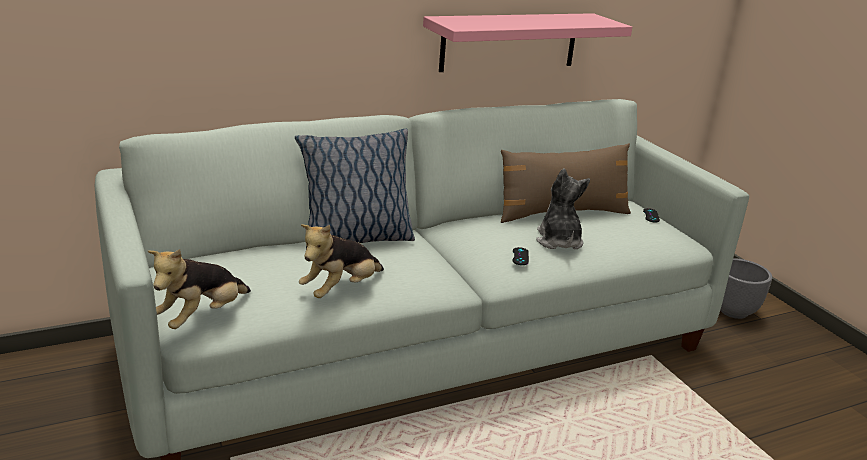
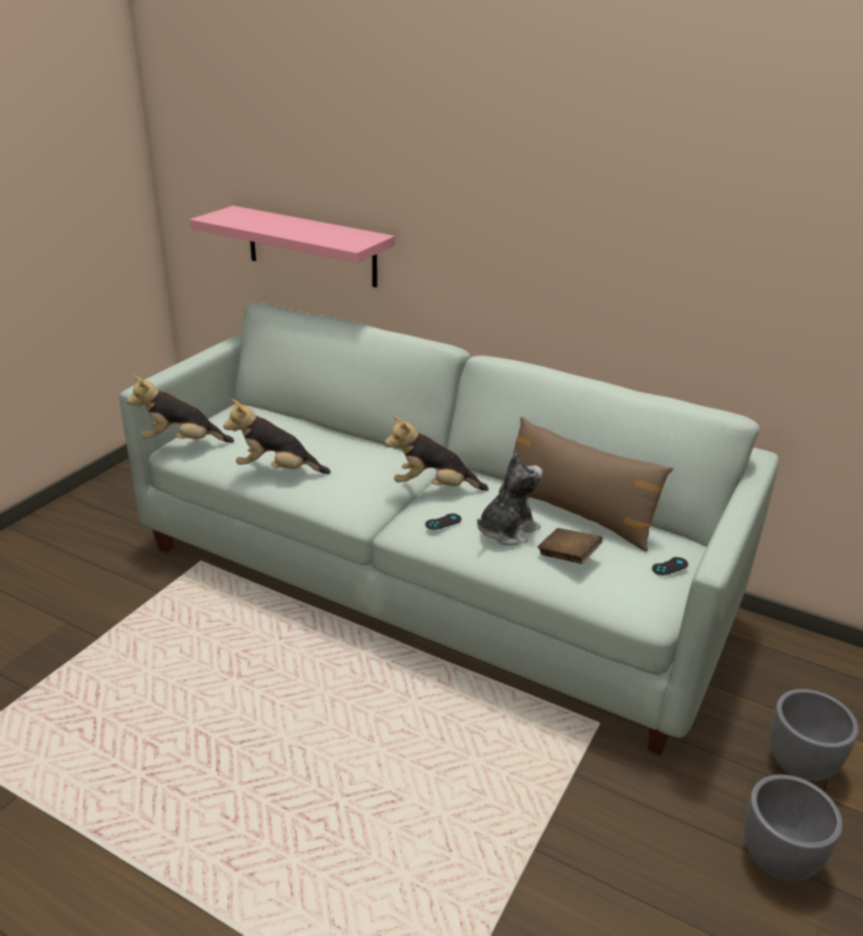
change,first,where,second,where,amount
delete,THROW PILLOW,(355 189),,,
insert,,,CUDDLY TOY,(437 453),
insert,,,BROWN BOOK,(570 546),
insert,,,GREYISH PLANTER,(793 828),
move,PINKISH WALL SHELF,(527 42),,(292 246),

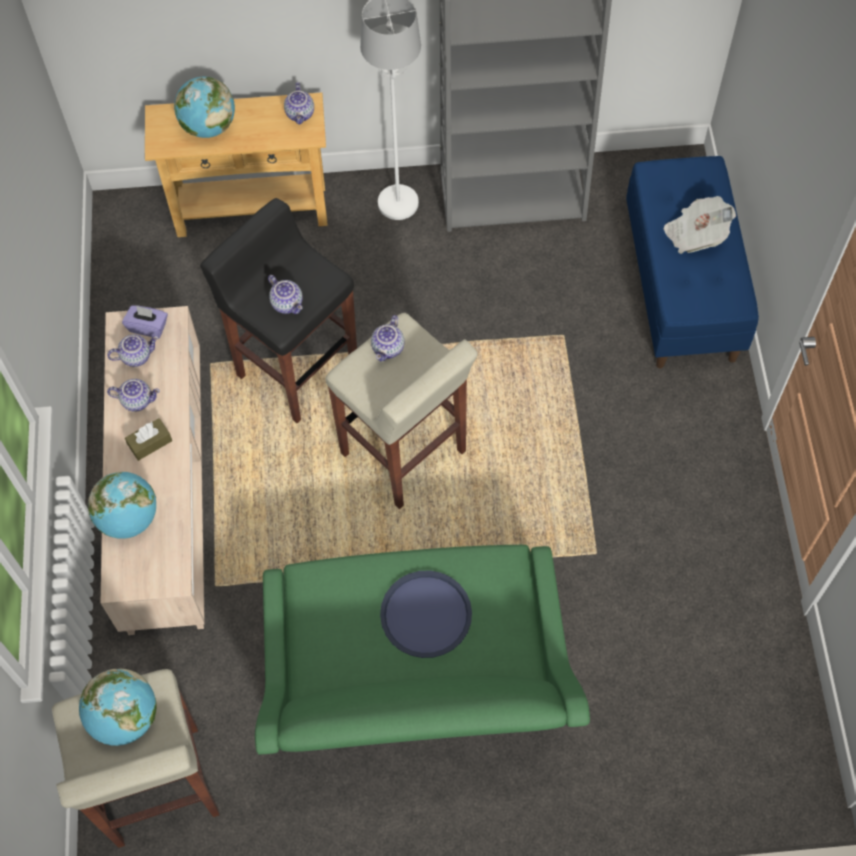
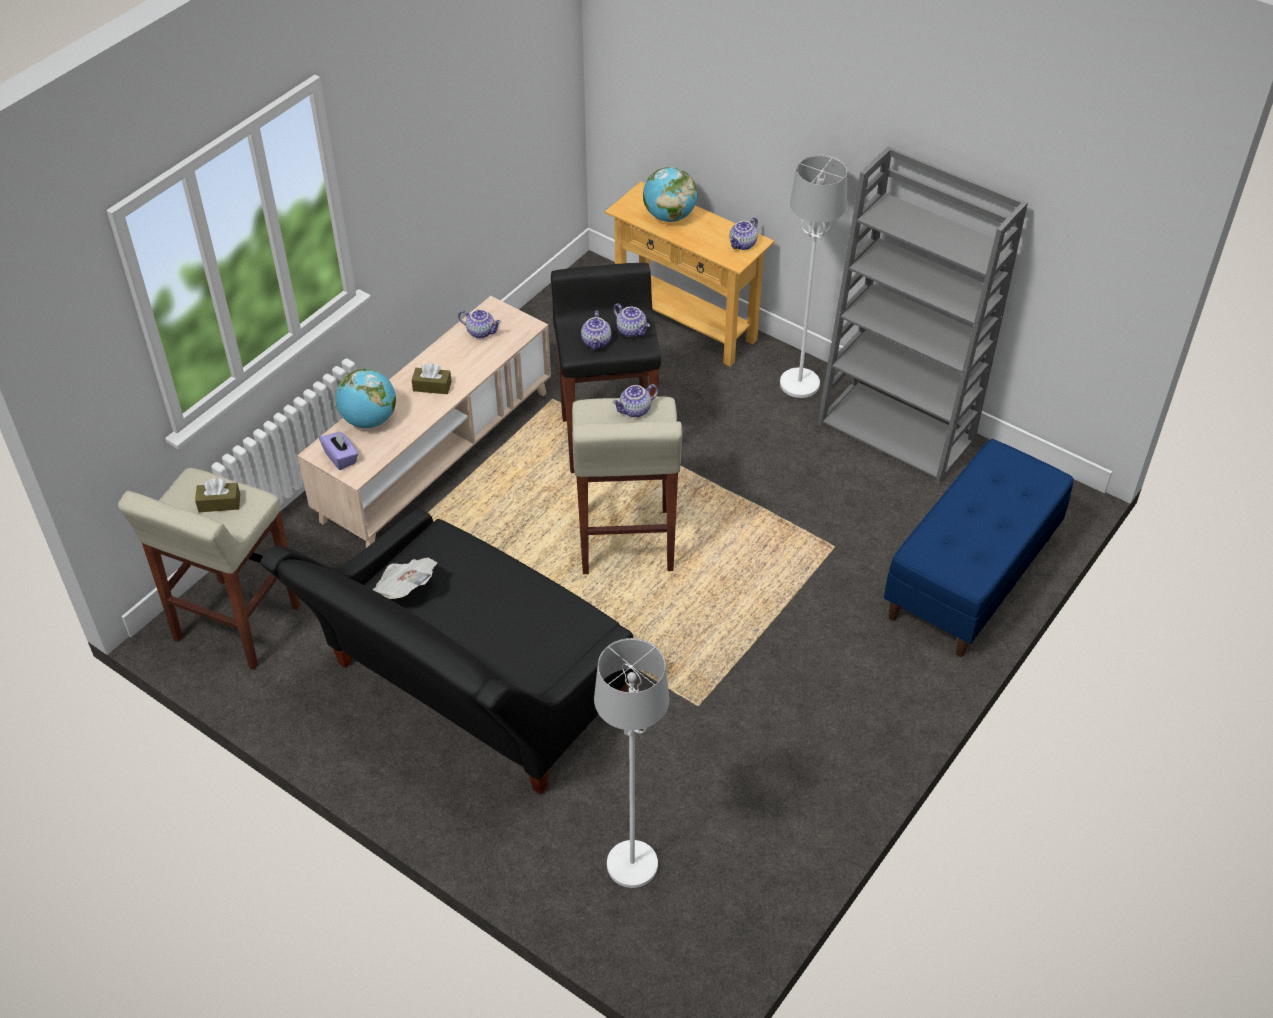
change,first,where,second,where,amount
delete,BLUISH CARRYING TRAY,(426 614),,,
insert,,,WHITE-COLOURED FLOOR LAMP,(631 763),
move,POT FOR TEA,(133 395),,(631 320),
move,PURPLISH TISSUE HOLDER,(145 321),,(338 450),
move,NEWSPAPER,(700 225),,(404 578),
replace,WORLD GLOBE,(118 707),BROWN TISSUE HOLDER,(217 495),
recolor,GREEN-COLOURED COUCH,(422 650),BLACK COUCH,(446 652),

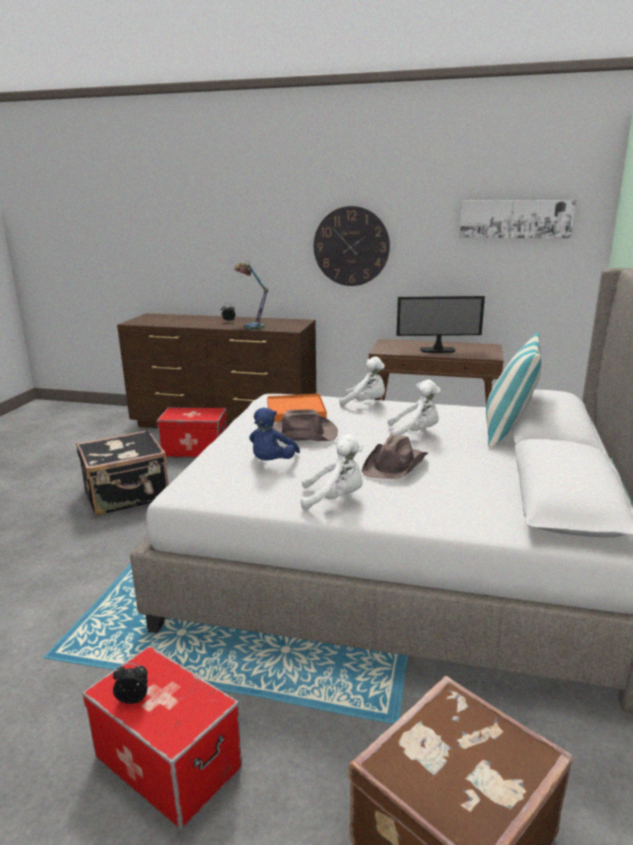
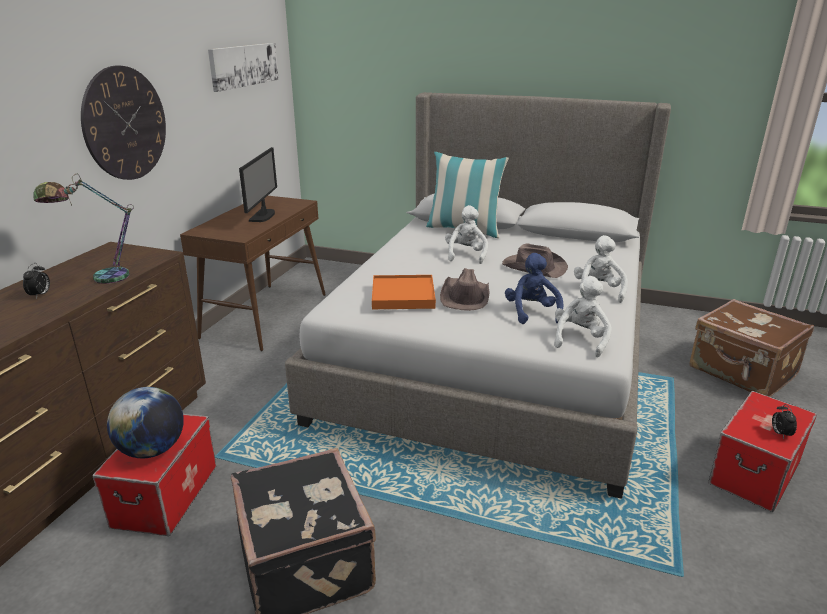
change,first,where,second,where,amount
insert,,,WORLD GLOBE,(145 422),
move,WHITE-COLOURED CUDDLY TOY,(362 381),,(583 316),
rotate,BLUISH CUDDLY TOY,(274 433),,(534 288),120 degrees counterclockwise

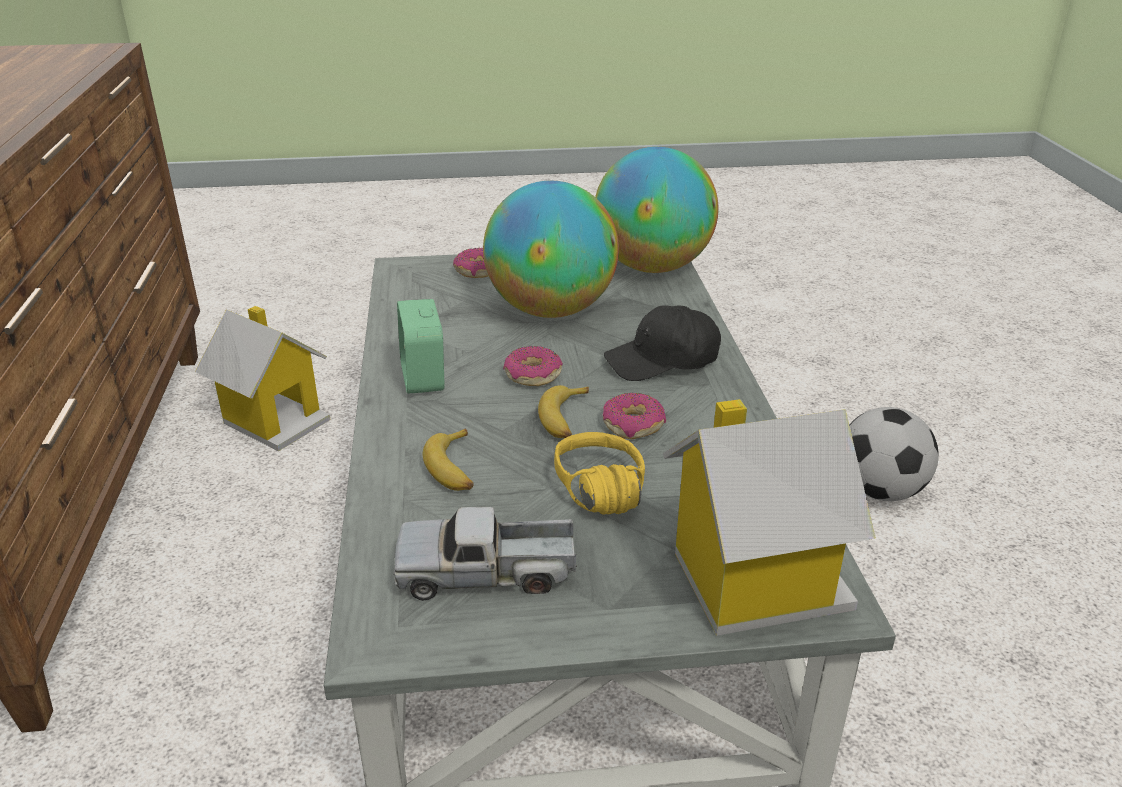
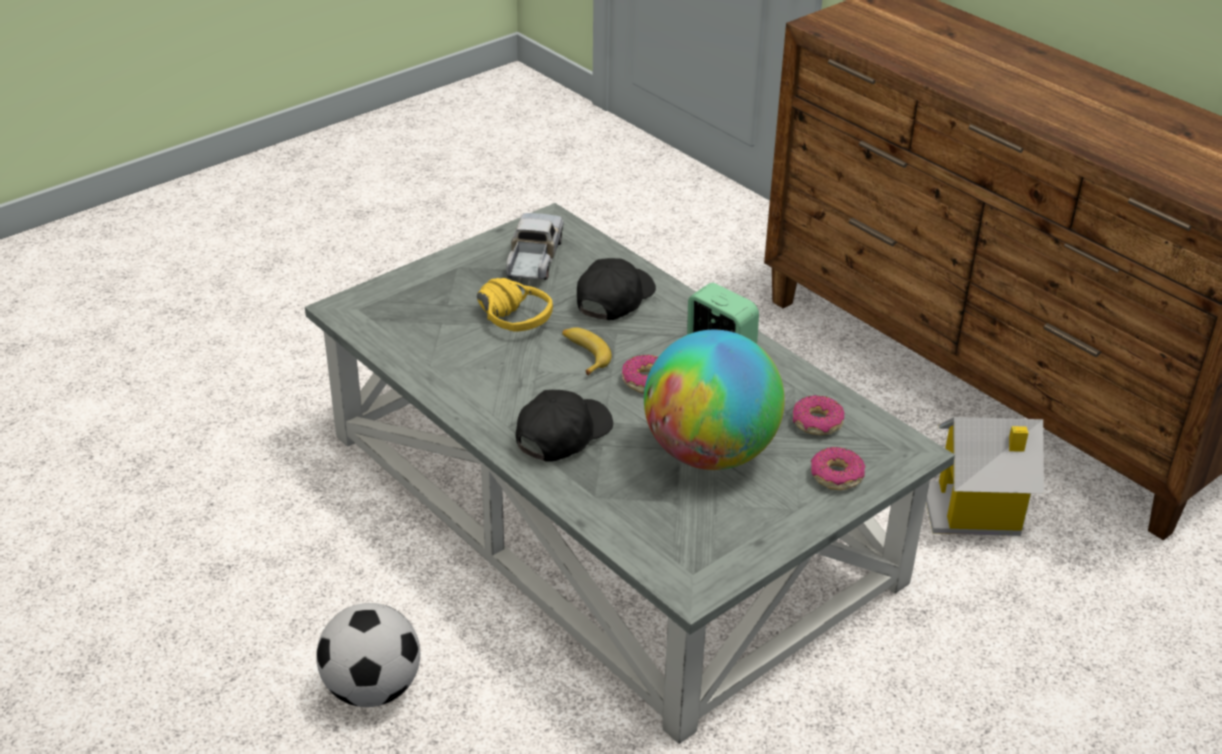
change,first,where,second,where,amount
delete,WORLD GLOBE,(656 210),,,
delete,MINIATURE HOUSE,(769 517),,,
move,RING DOUGHNUT,(634 416),,(818 415),
replace,BANANA FRUIT,(448 459),BLACK PEAKED CAP,(616 289),
rotate,MODEL TRUCK,(485 554),,(535 248),45 degrees counterclockwise

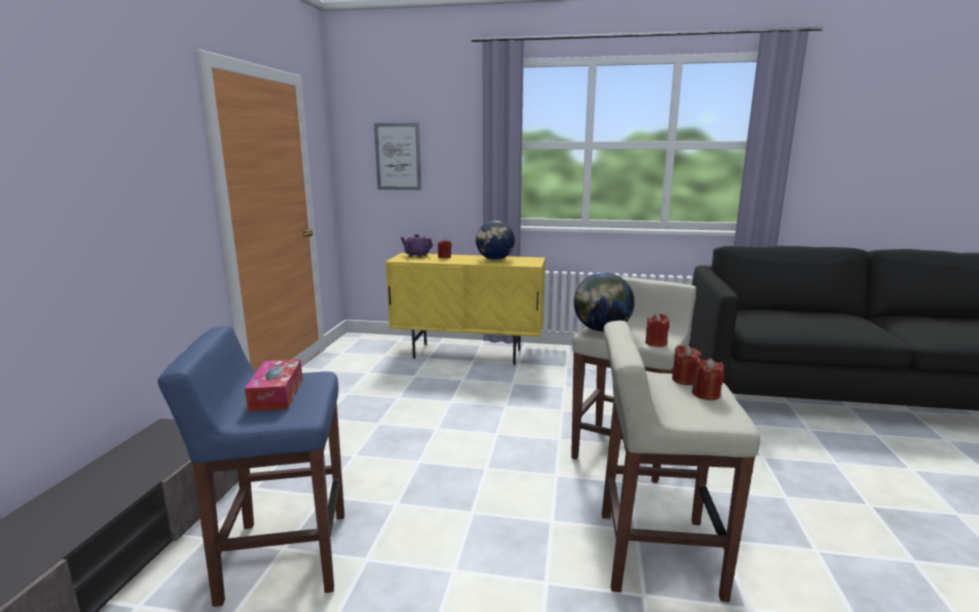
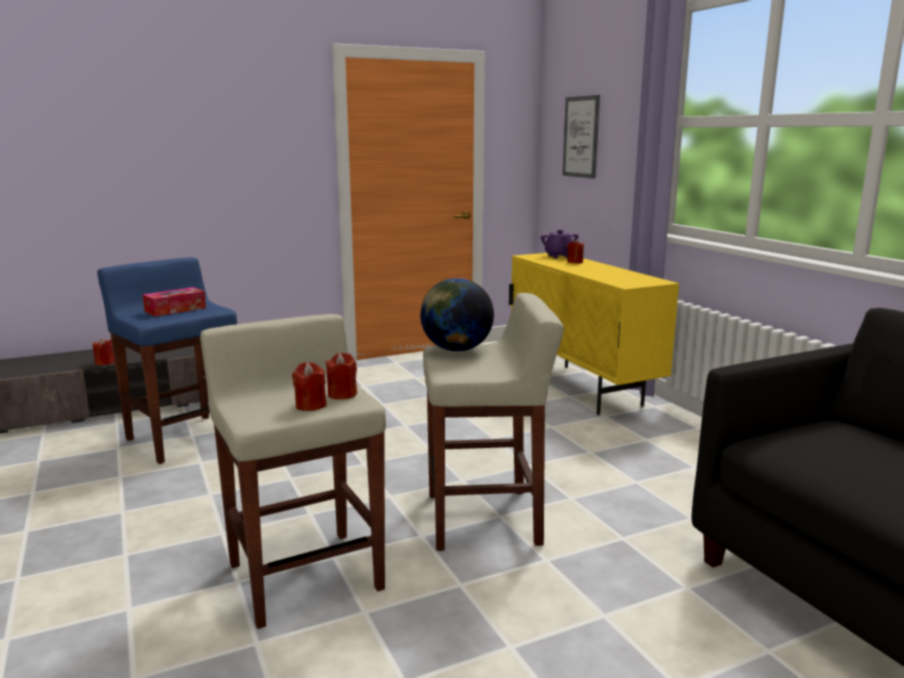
change,first,where,second,where,amount
delete,WORLD GLOBE,(495 240),,,
move,RED-COLOURED WAX LIGHT,(658 330),,(104 351),

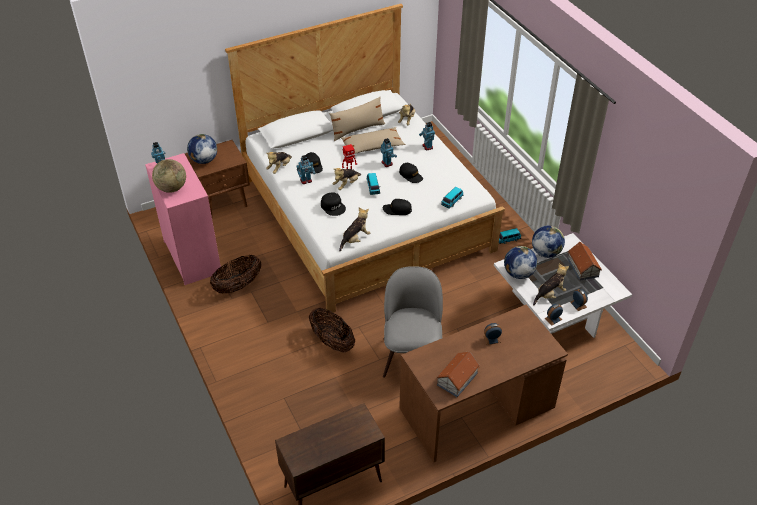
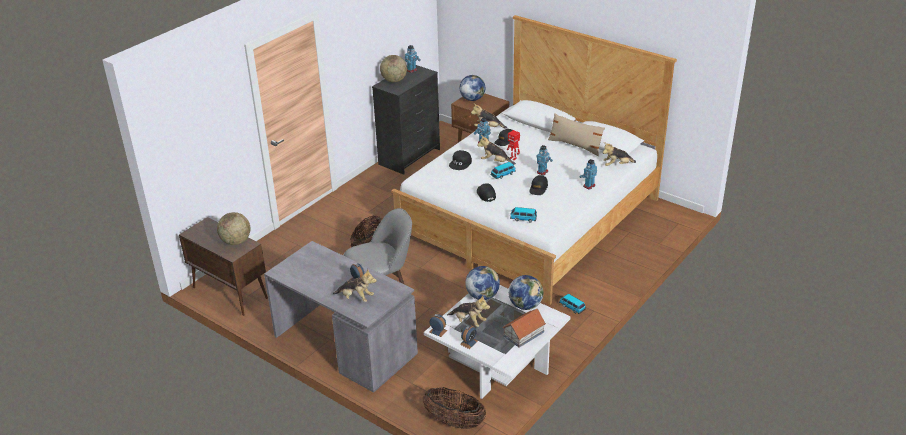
change,first,where,second,where,amount
delete,BEIGE-COLOURED THROW PILLOW,(373 140),,,
delete,MINIATURE HOUSE,(458 374),,,
insert,,,WORLD GLOBE,(233 228),
move,HOUSEHOLD BASKET,(235 274),,(454 408),
move,CUDDLY TOY,(354 229),,(355 286),
recolor,PINKISH DRESSER,(183 219),BLACK DRESSER,(406 120),
recolor,BROWN DESK,(483 383),GREYISH DESK,(341 317),

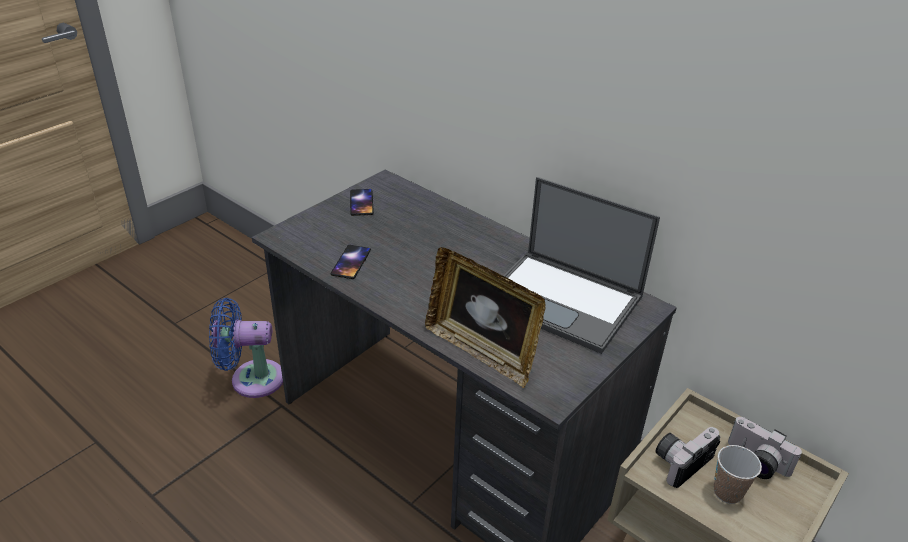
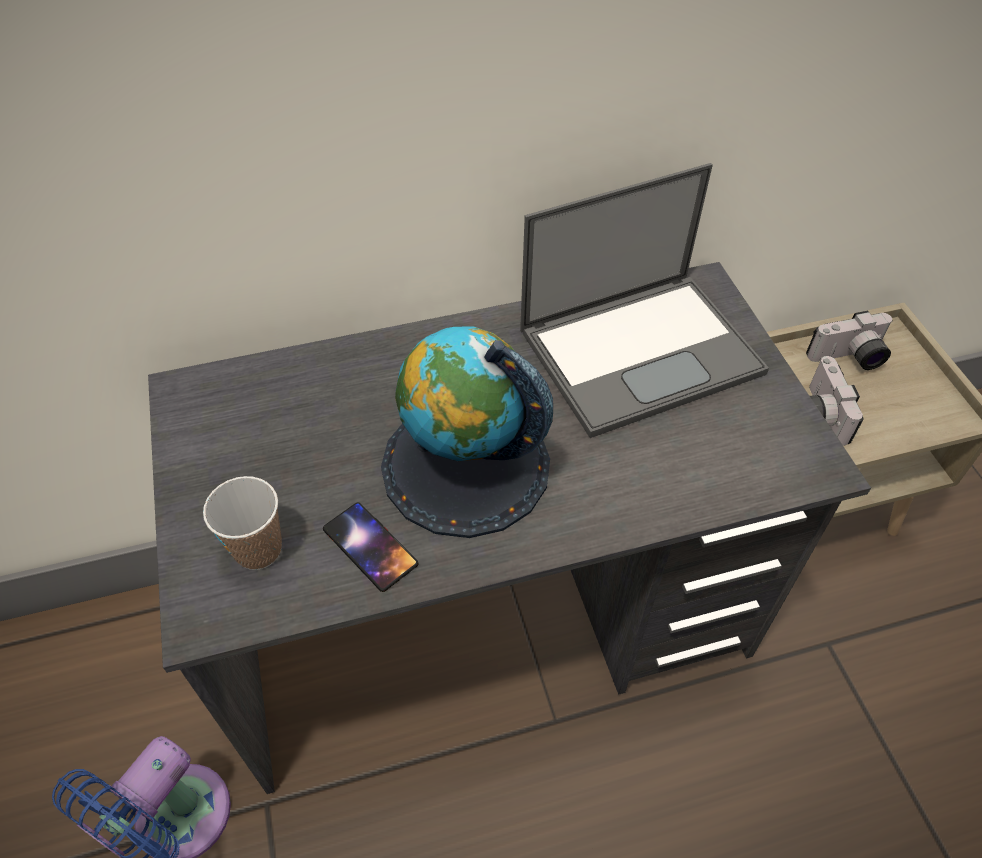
change,first,where,second,where,amount
delete,TELEPHONE,(362 202),,,
delete,PHOTO FRAME,(485 317),,,
insert,,,WORLD GLOBE,(467 432),
move,SMALL CUP,(738 474),,(242 523),

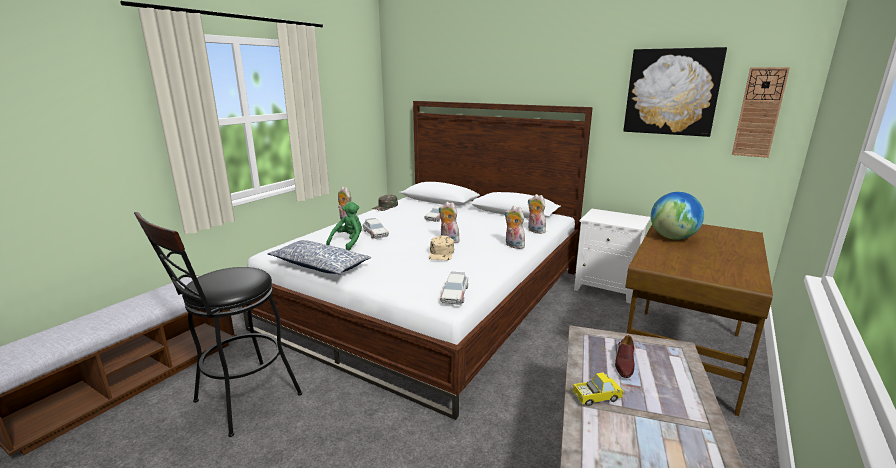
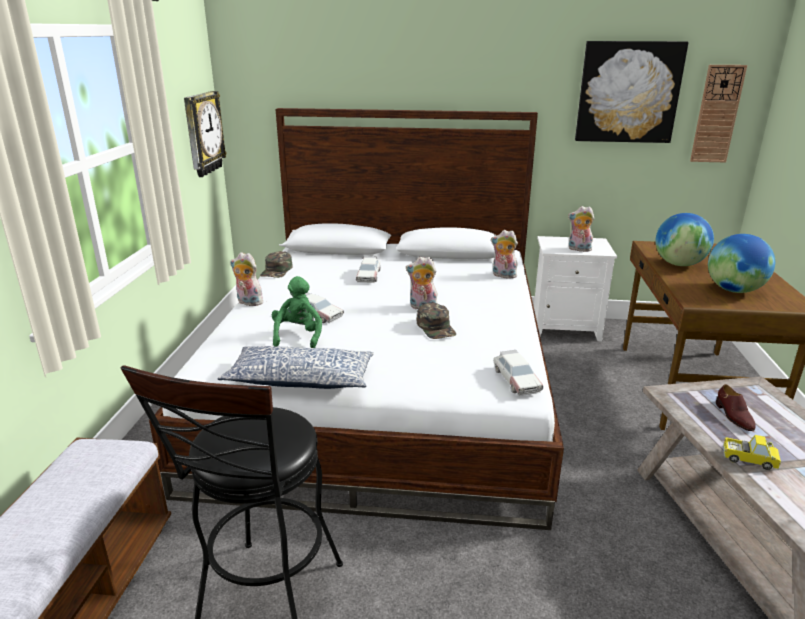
change,first,where,second,where,amount
insert,,,CLOCK ON THE WALL,(205 134),
insert,,,WORLD GLOBE,(741 263),
move,CUDDLY TOY,(516 227),,(581 229),
recolor,BEIGE-COLOURED PEAKED CAP,(441 247),GREEN-COLOURED PEAKED CAP,(436 321),
rotate,MODEL TRUCK,(598 389),,(752 452),60 degrees clockwise

